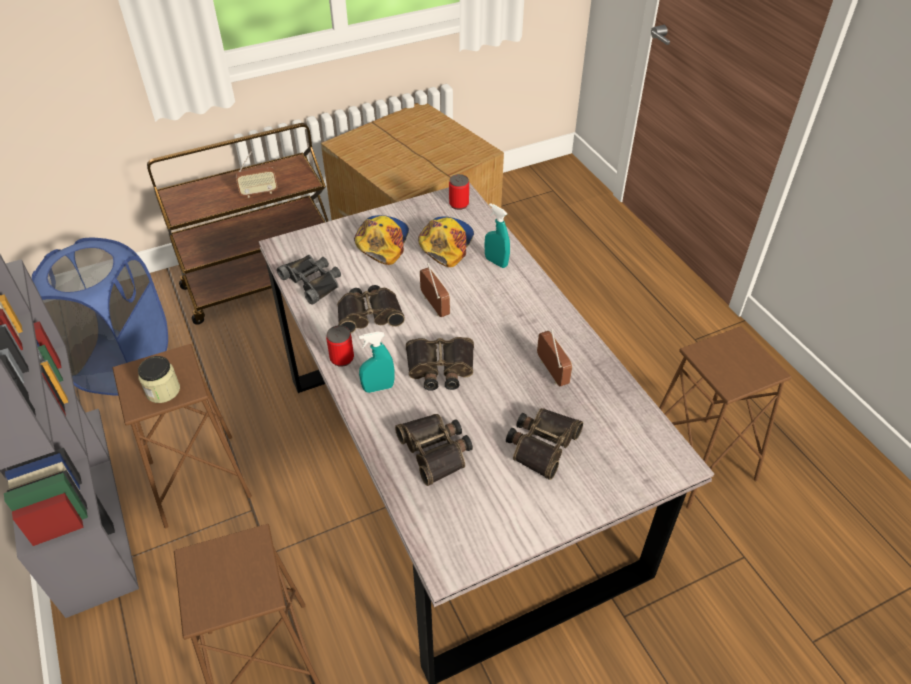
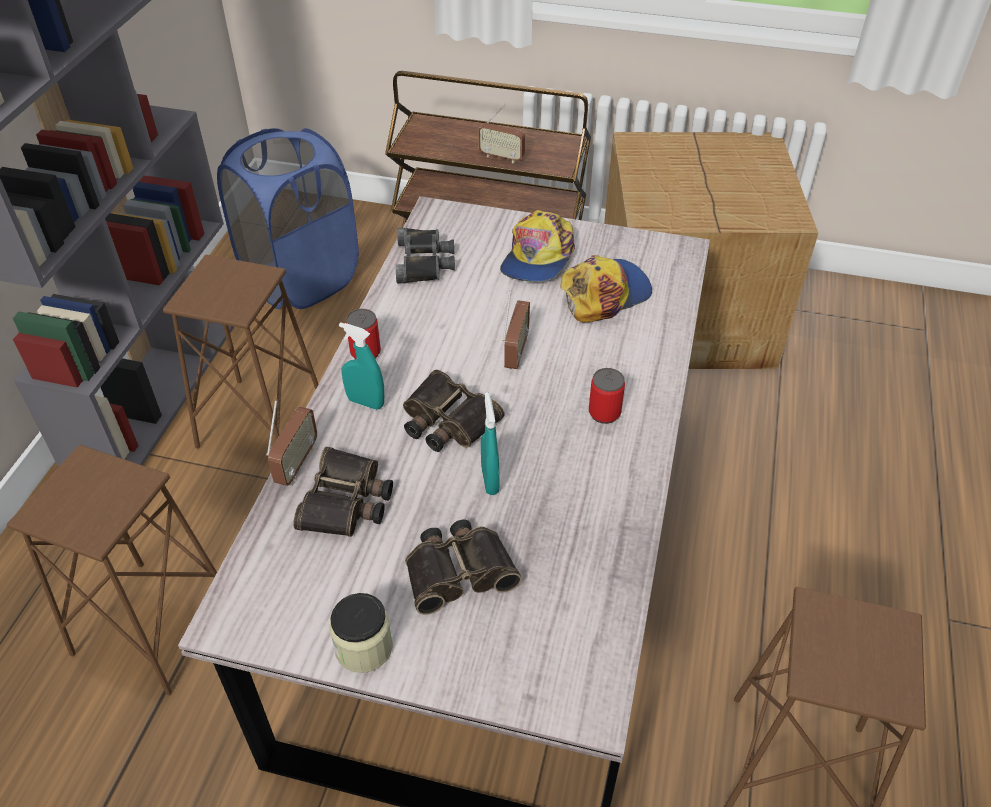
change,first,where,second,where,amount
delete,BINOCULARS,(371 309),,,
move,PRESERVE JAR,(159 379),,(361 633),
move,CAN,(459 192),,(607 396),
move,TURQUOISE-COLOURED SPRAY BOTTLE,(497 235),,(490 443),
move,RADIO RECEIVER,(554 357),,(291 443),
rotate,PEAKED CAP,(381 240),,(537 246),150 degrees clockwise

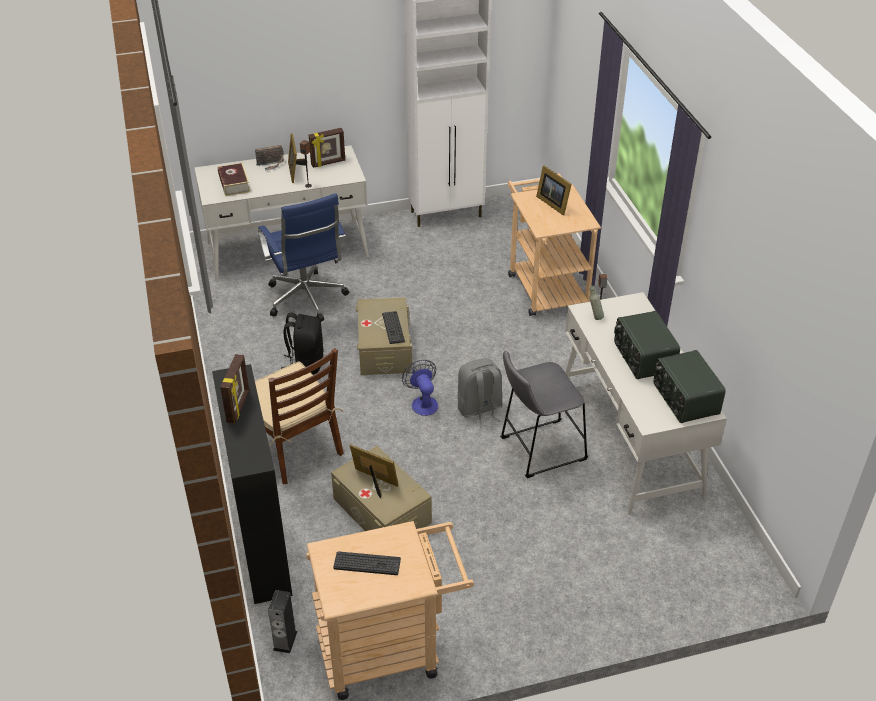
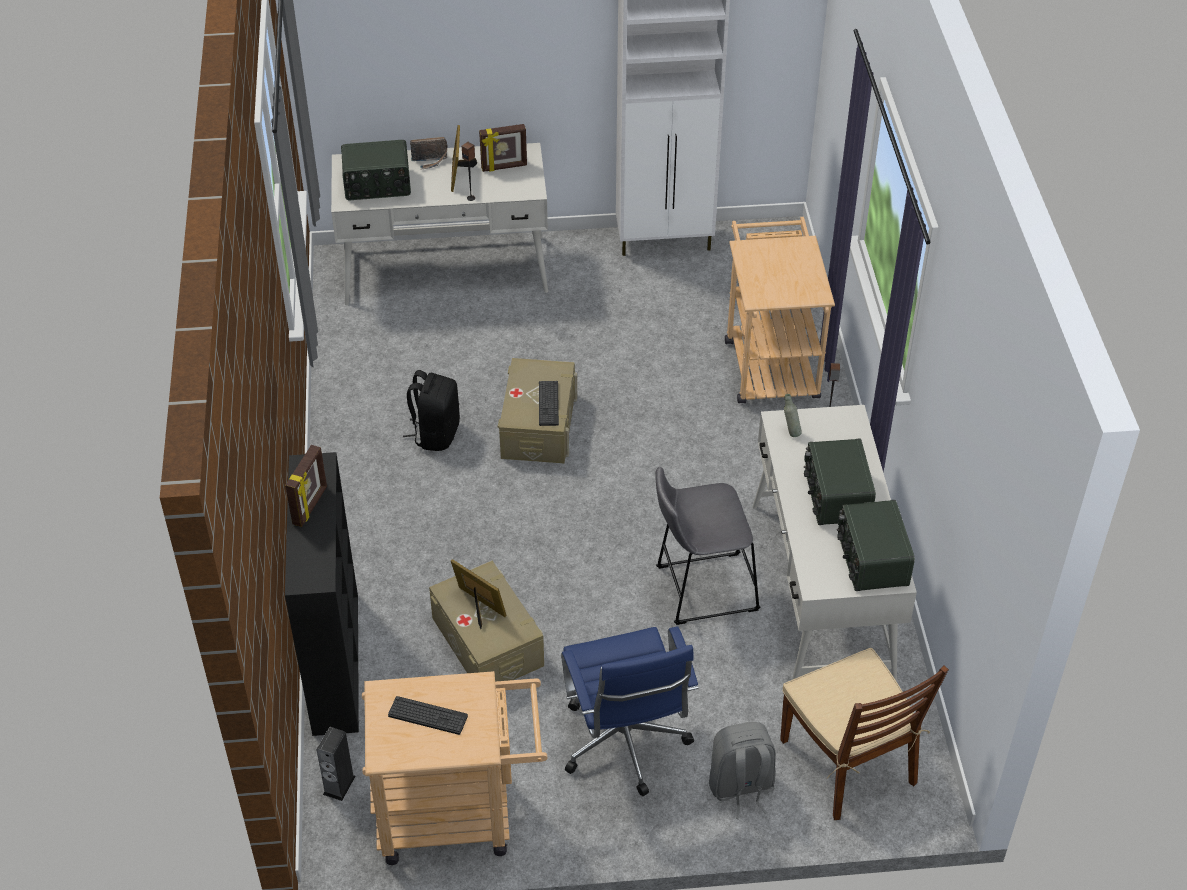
change,first,where,second,where,amount
delete,COOLING FAN,(420 388),,,
delete,PHOTO FRAME,(554 190),,,
move,BROWN CHAIR,(299 416),,(864 734),
move,BLUISH OFFICE CHAIR,(303 257),,(629 711),
move,GREYISH KNAPSACK,(480 392),,(742 770),
replace,BOOK,(234 179),RADIO RECEIVER,(376 170),

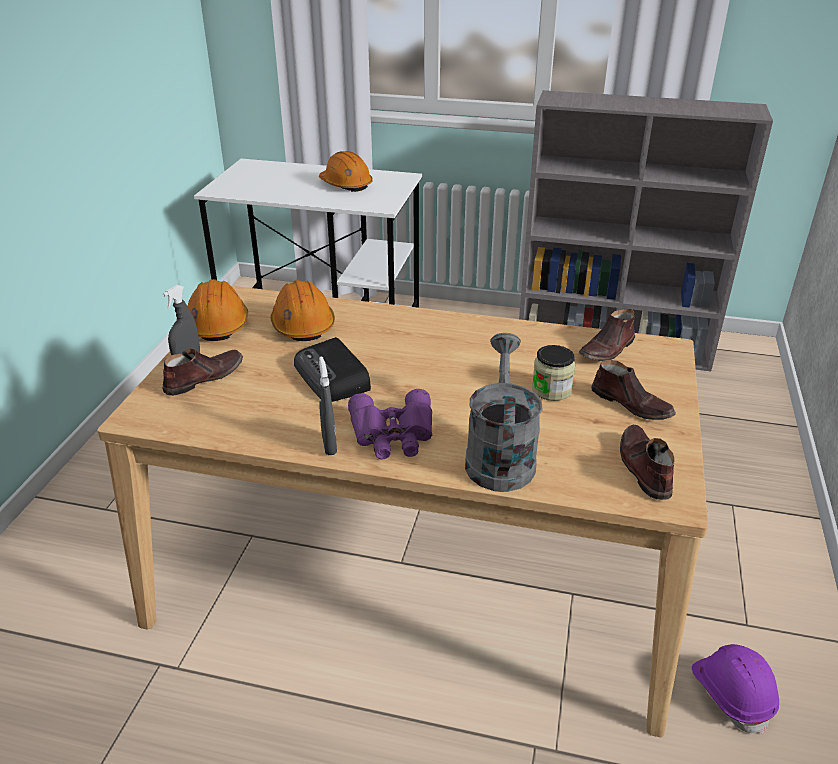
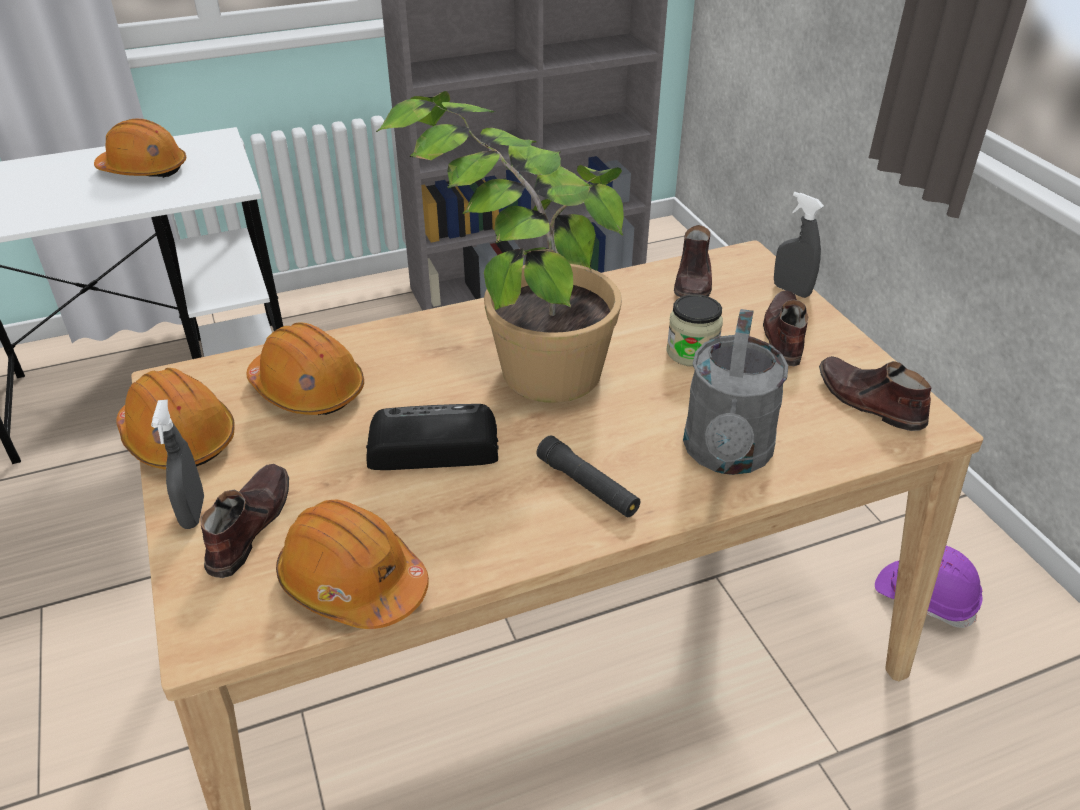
change,first,where,second,where,amount
insert,,,ORANGE HARD HAT,(352 564),
insert,,,HOUSEPLANT,(500 247),
move,GREYISH SPRAY BOTTLE,(328 405),,(799 245),
replace,PURPLISH BINOCULARS,(390 424),BLACK TORCH,(588 476),
rotate,RADIO RECEIVER,(332 369),,(432 437),150 degrees clockwise
rotate,GREYISH WATERING POT,(504 412),,(735 392),135 degrees counterclockwise
rotate,BROWN SHOE,(633 390),,(785 328),90 degrees counterclockwise

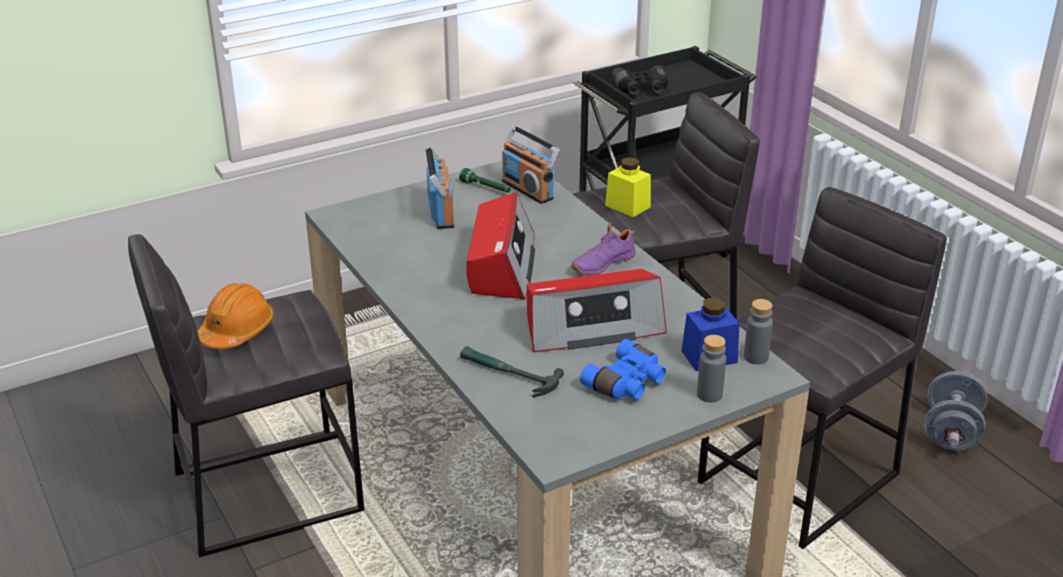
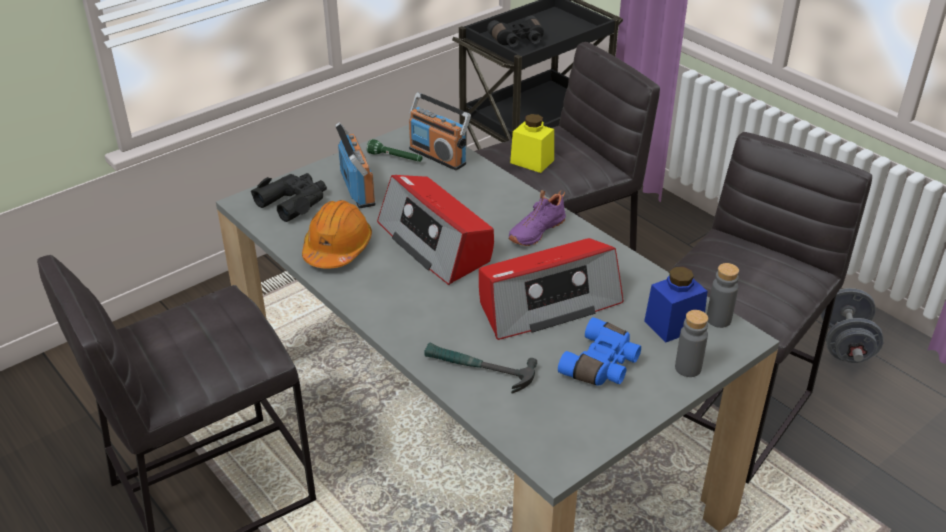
change,first,where,second,where,amount
insert,,,BLACK BINOCULARS,(289 197),
move,ORANGE HARD HAT,(235 316),,(337 234),
rotate,RADIO RECEIVER,(500 246),,(435 230),150 degrees clockwise

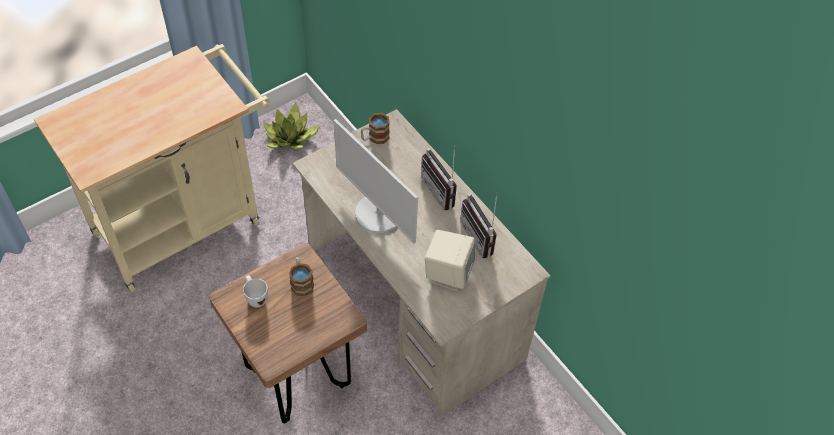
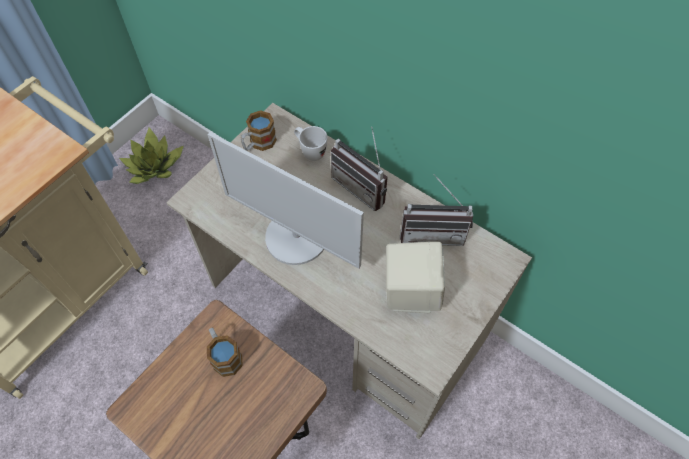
change,first,where,second,where,amount
move,WHITE-COLOURED MUG,(255 291),,(310 143),
rotate,RADIO RECEIVER,(478 225),,(436 210),45 degrees counterclockwise

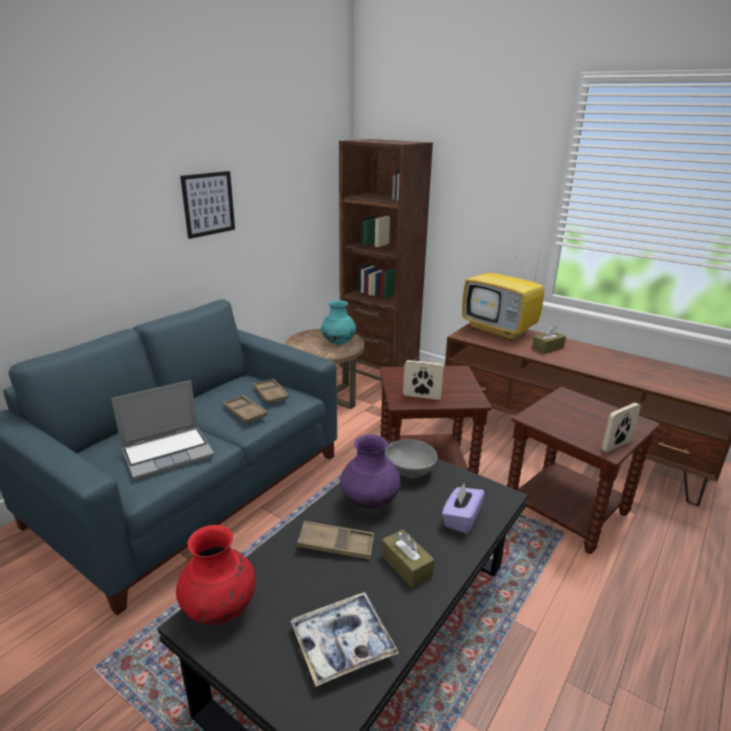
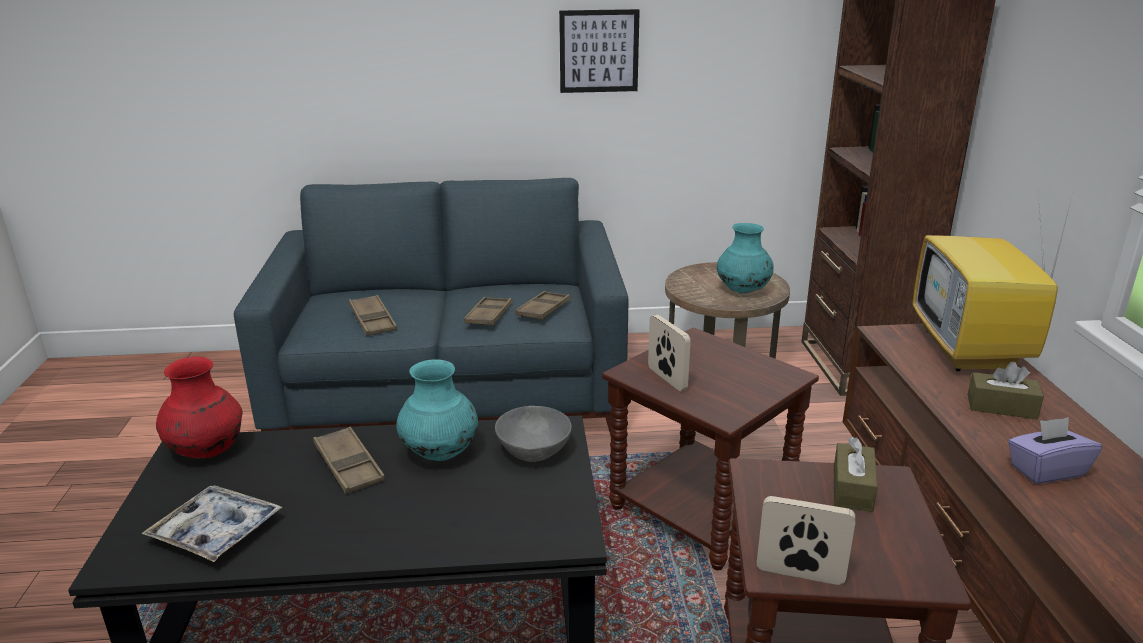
change,first,where,second,where,amount
move,BROWN TISSUE HOLDER,(408 558),,(856 474),
move,PURPLISH TISSUE HOLDER,(463 509),,(1055 450),
replace,LAPTOP,(162 430),BROWN CARRYING TRAY,(373 315),
recolor,PURPLISH VASE,(370 471),TURQUOISE-COLOURED VASE,(437 410),

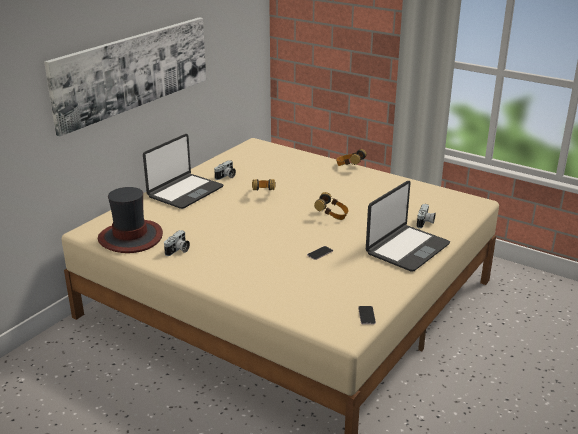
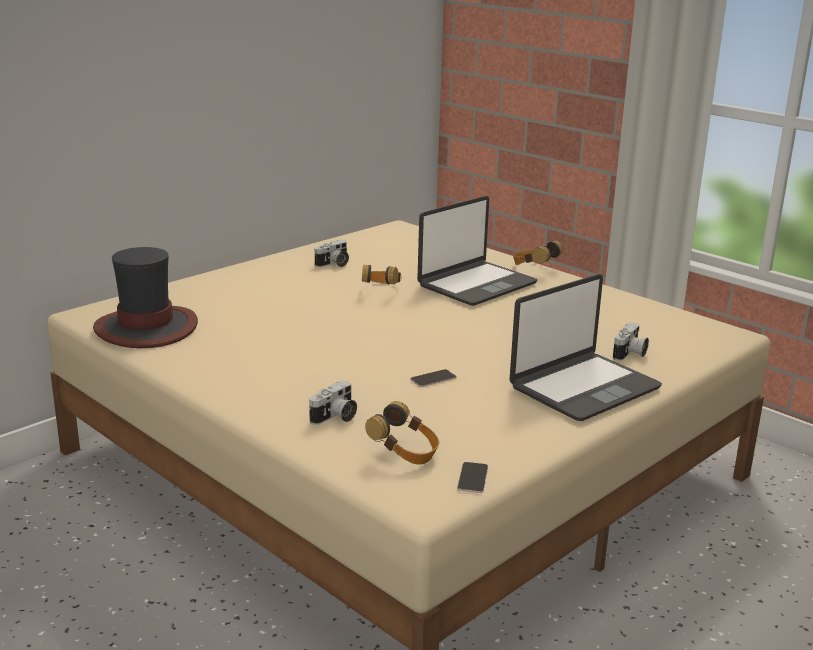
change,first,where,second,where,amount
delete,WALL PICTURE,(125 77),,,
move,LAPTOP,(183 171),,(477 251),
move,PHOTO CAMERA,(177 243),,(333 402),
move,PAIR OF HEADPHONES,(331 206),,(402 433),

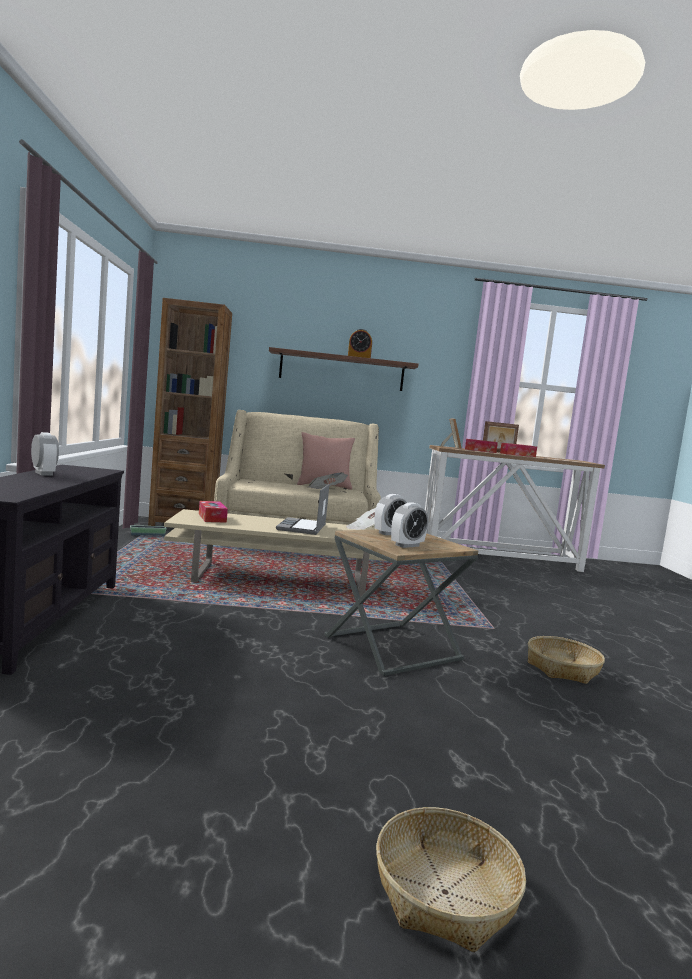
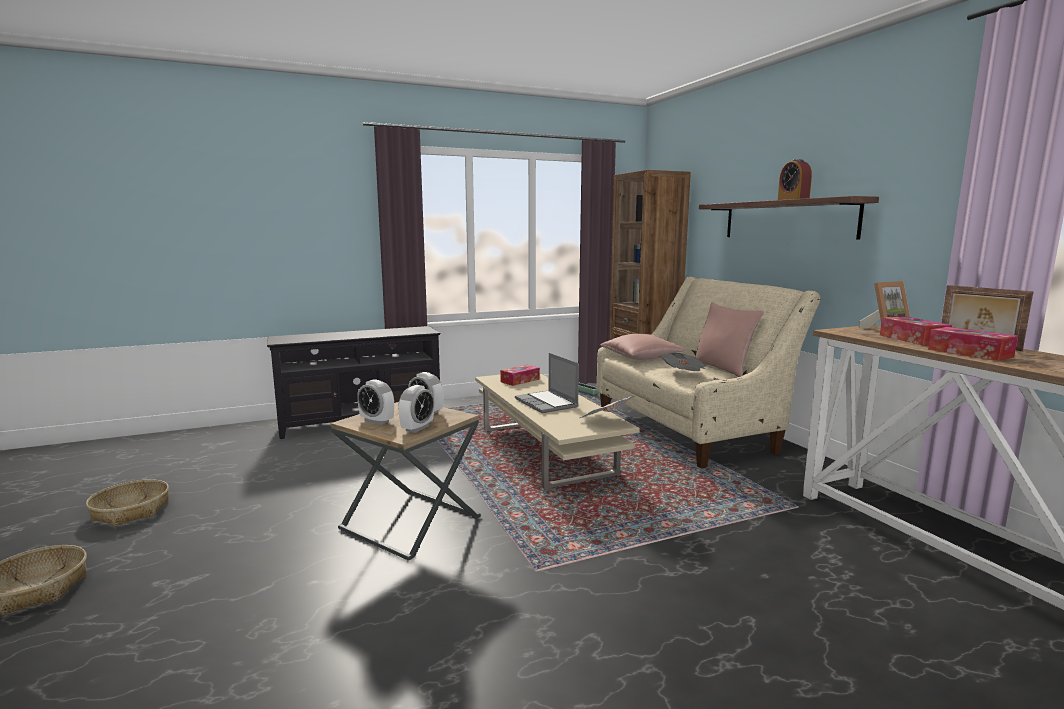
change,first,where,second,where,amount
insert,,,PINKISH THROW PILLOW,(643 347),
move,TABLE CLOCK,(45 454),,(416 409),
move,HOUSEHOLD BASKET,(566 660),,(127 502),
rotate,LAPTOP,(302 509),,(547 383),105 degrees counterclockwise

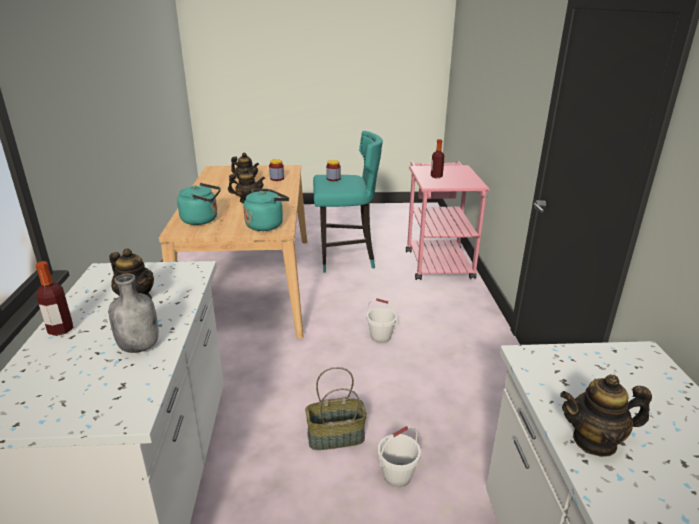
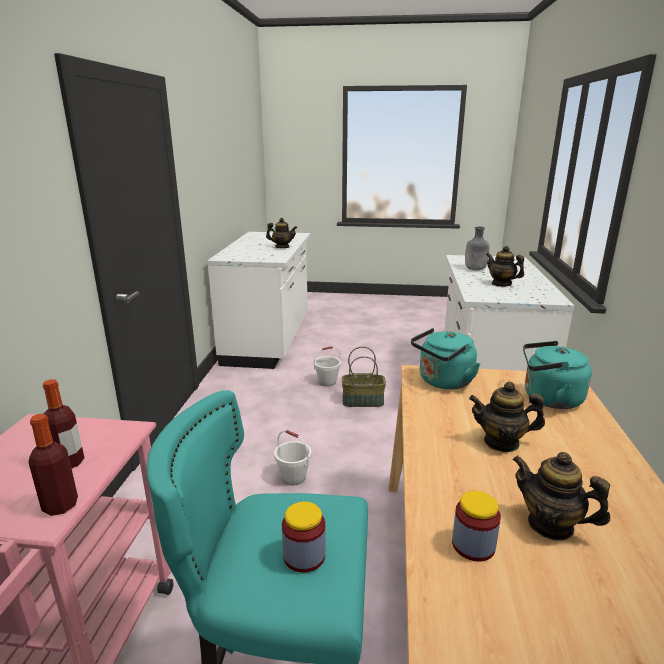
change,first,where,second,where,amount
move,BEVERAGE BOTTLE,(54 298),,(53 465),

